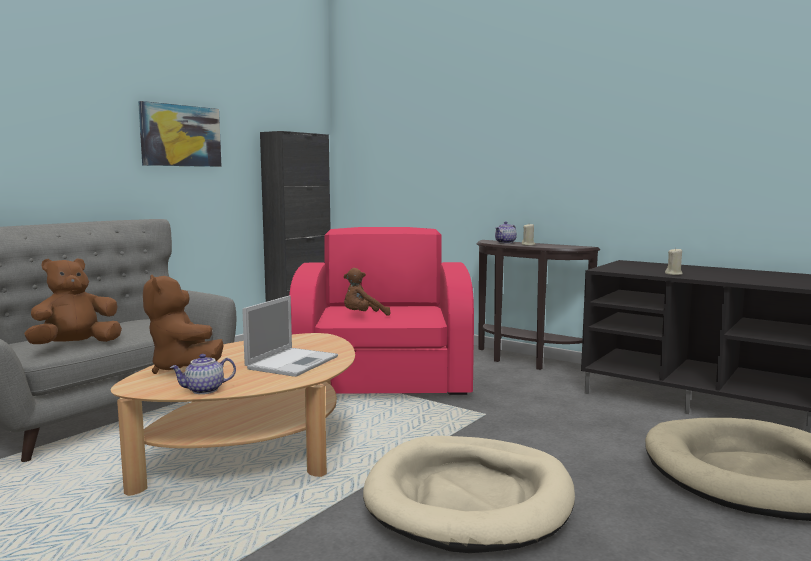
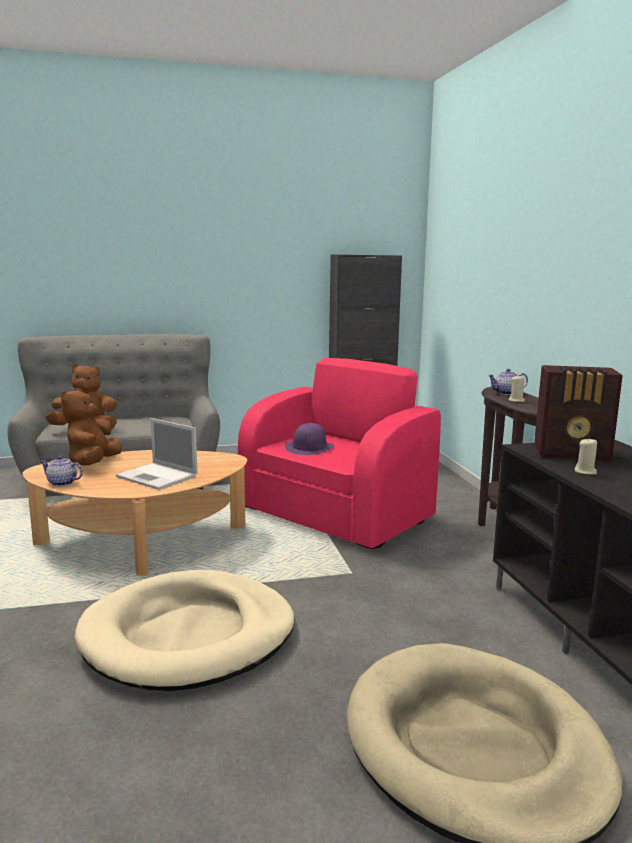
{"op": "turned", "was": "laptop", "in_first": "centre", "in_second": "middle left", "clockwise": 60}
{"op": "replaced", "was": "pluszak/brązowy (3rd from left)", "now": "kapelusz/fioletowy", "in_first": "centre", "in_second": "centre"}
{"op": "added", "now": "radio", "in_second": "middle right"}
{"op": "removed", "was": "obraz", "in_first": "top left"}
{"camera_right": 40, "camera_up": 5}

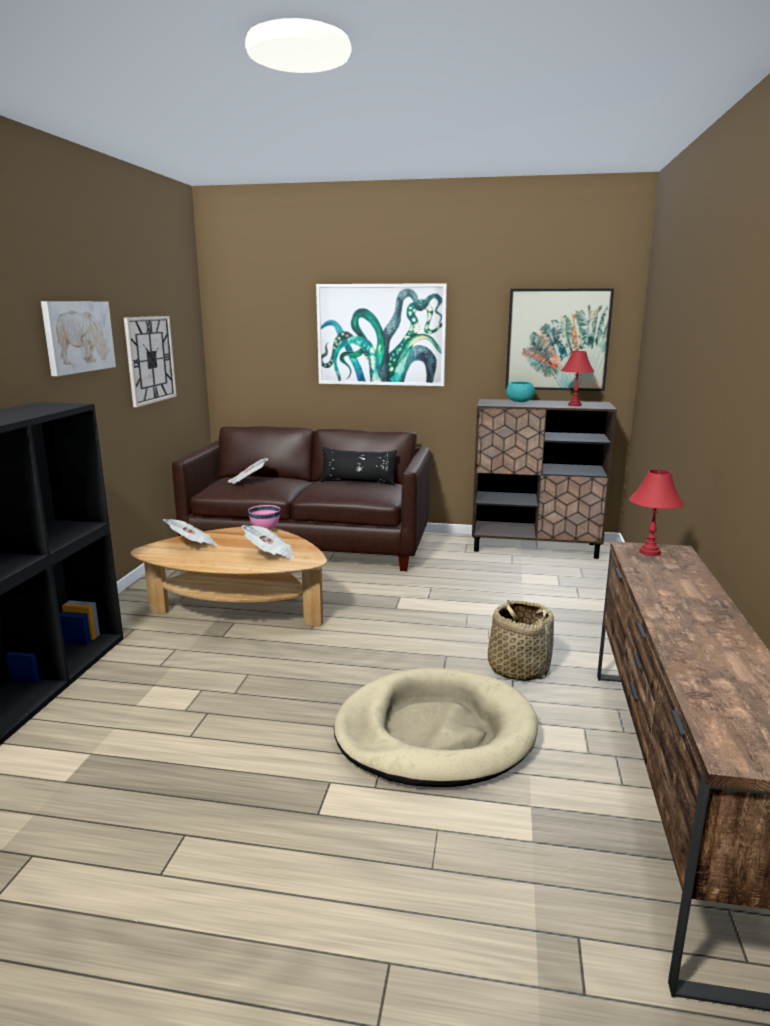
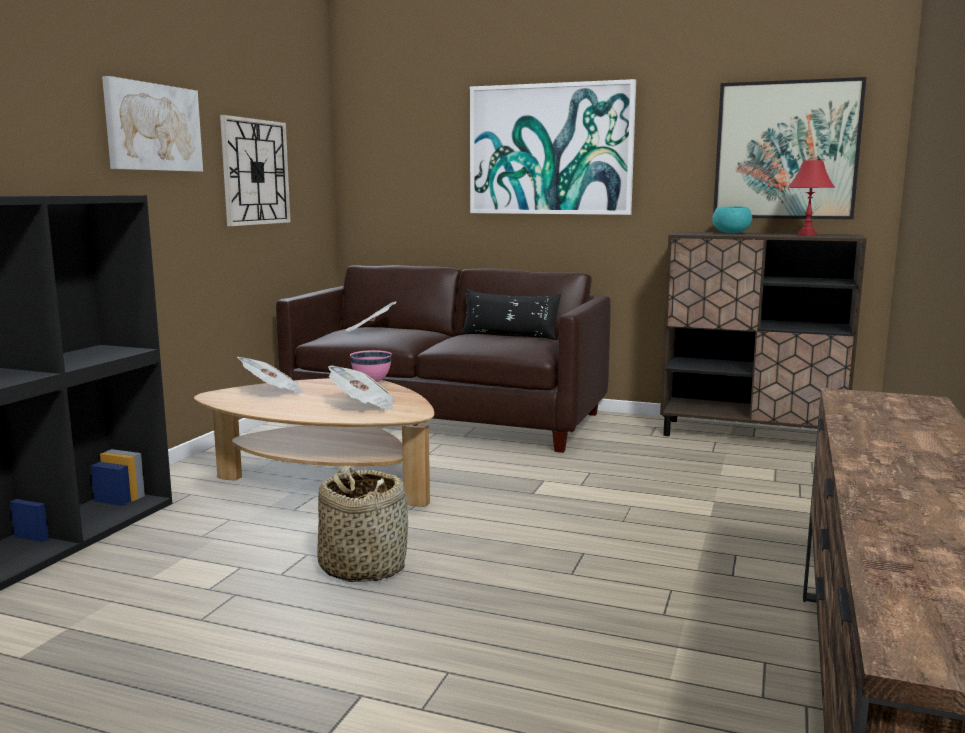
{"op": "moved", "was": "koszyk", "in_first": "middle right", "in_second": "bottom centre"}
{"op": "removed", "was": "legowisko/beżowy", "in_first": "bottom centre"}
{"op": "removed", "was": "lampa stołowa/czerwony (2nd from left)", "in_first": "middle right"}
{"camera_right": 10, "camera_up": -5}

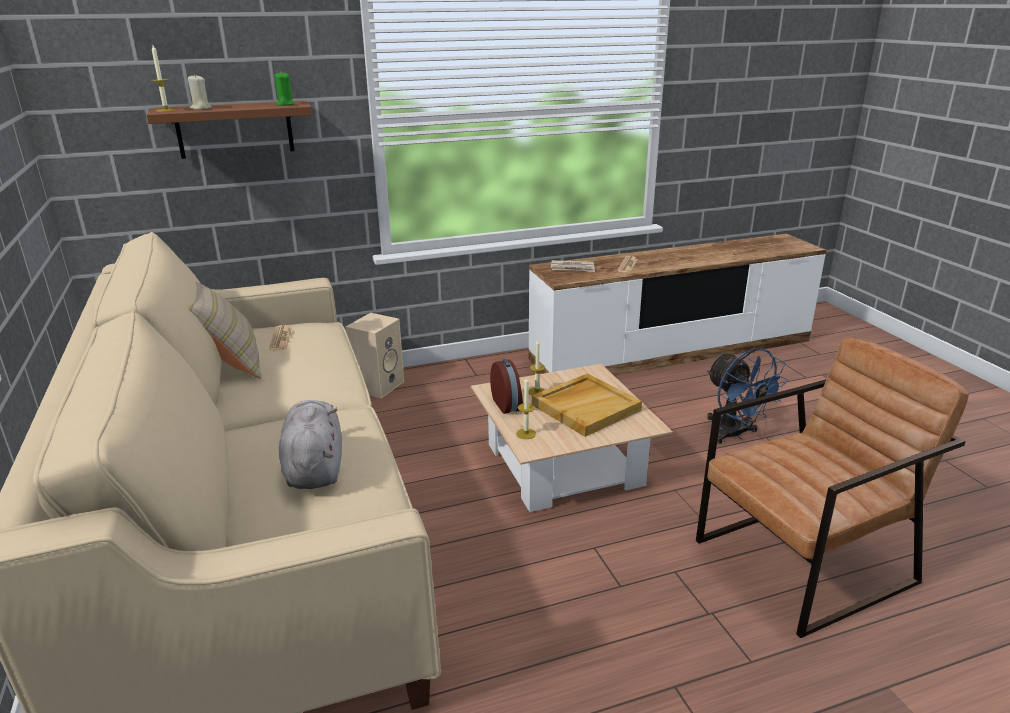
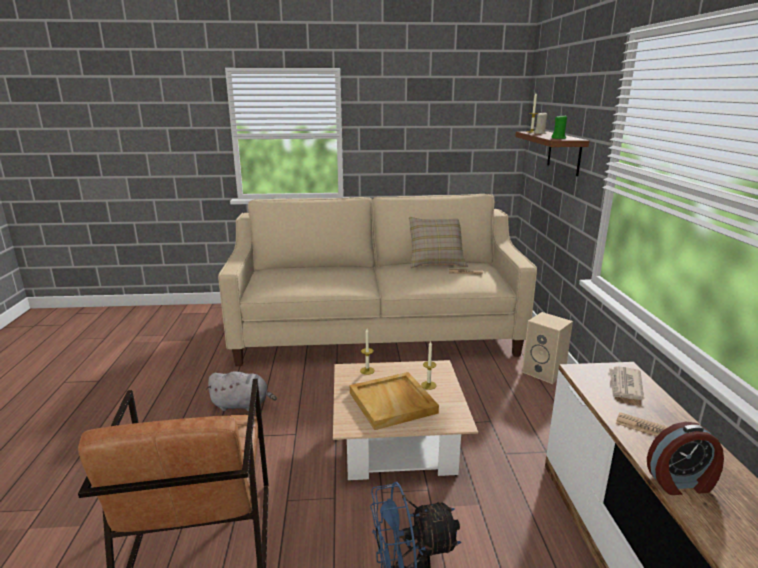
{"op": "moved", "was": "pluszak/szary", "in_first": "middle left", "in_second": "bottom left"}
{"op": "moved", "was": "budzik", "in_first": "centre", "in_second": "bottom right"}
{"camera_right": 105, "camera_up": -5}

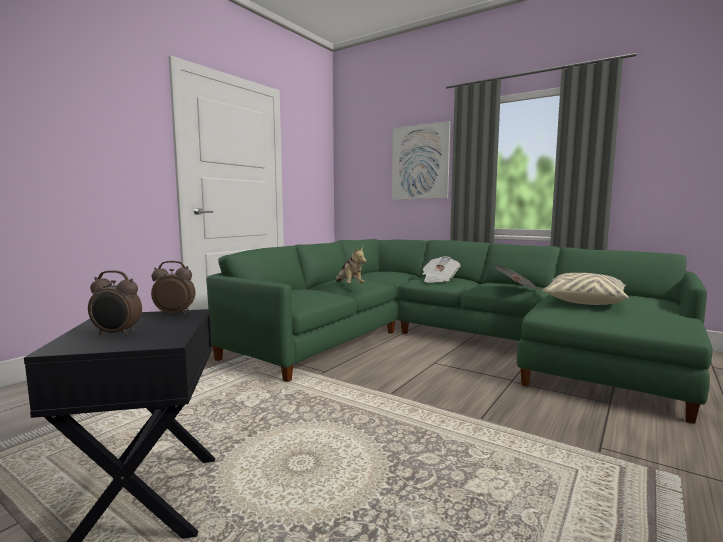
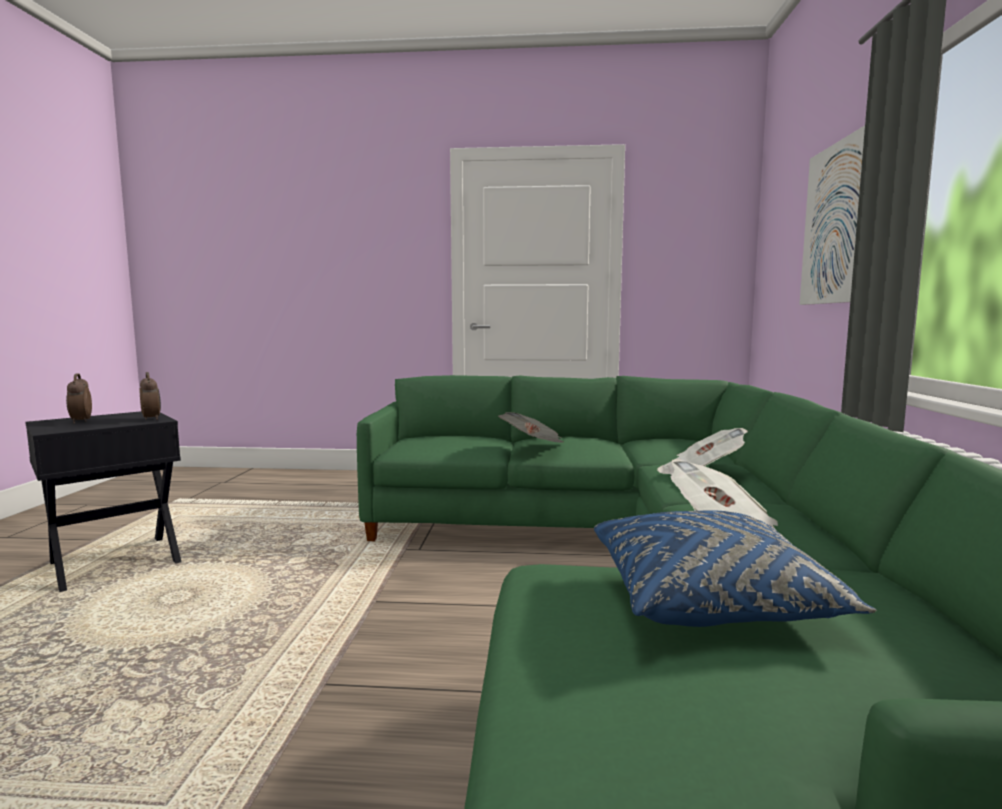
{"op": "replaced", "was": "pluszak", "now": "gazeta (1st from left)", "in_first": "centre", "in_second": "centre"}
{"op": "recoloured", "was": "poduszka/beżowy", "now": "poduszka/niebieski", "in_first": "middle right", "in_second": "bottom right"}
{"camera_right": 60, "camera_up": 0}

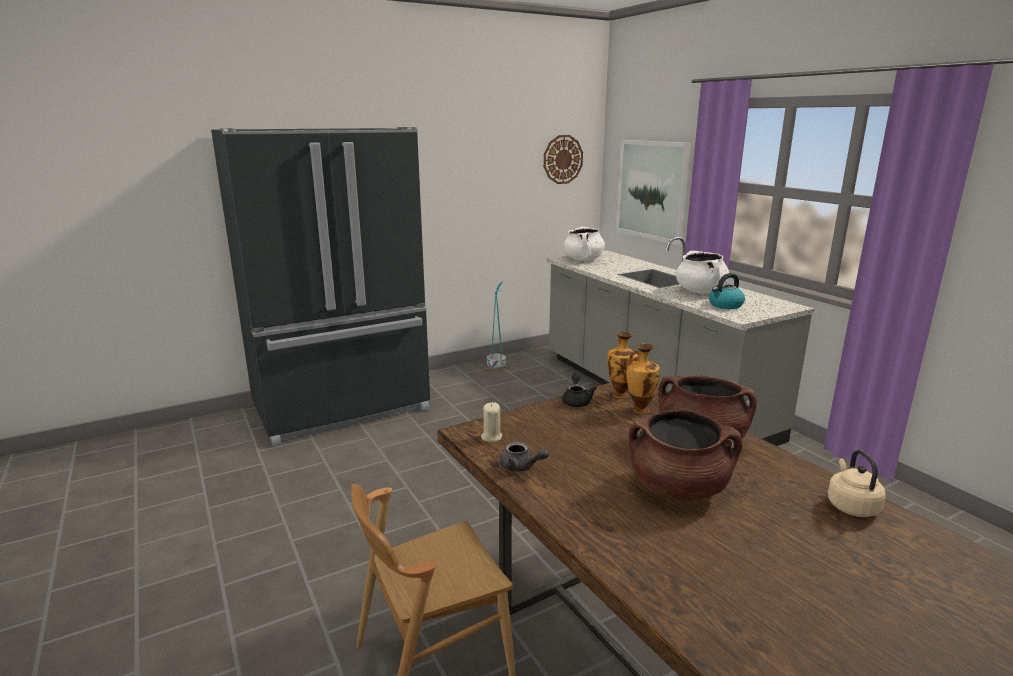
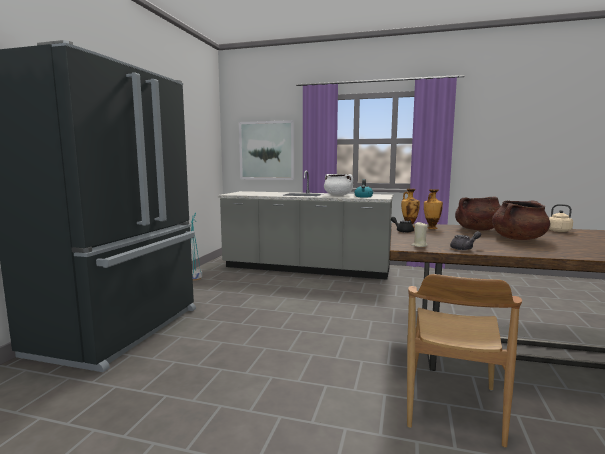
{"op": "removed", "was": "zegar ścienny", "in_first": "top centre"}
{"op": "removed", "was": "garnek/biały (1st from left)", "in_first": "centre"}
{"camera_right": -45, "camera_up": -10}

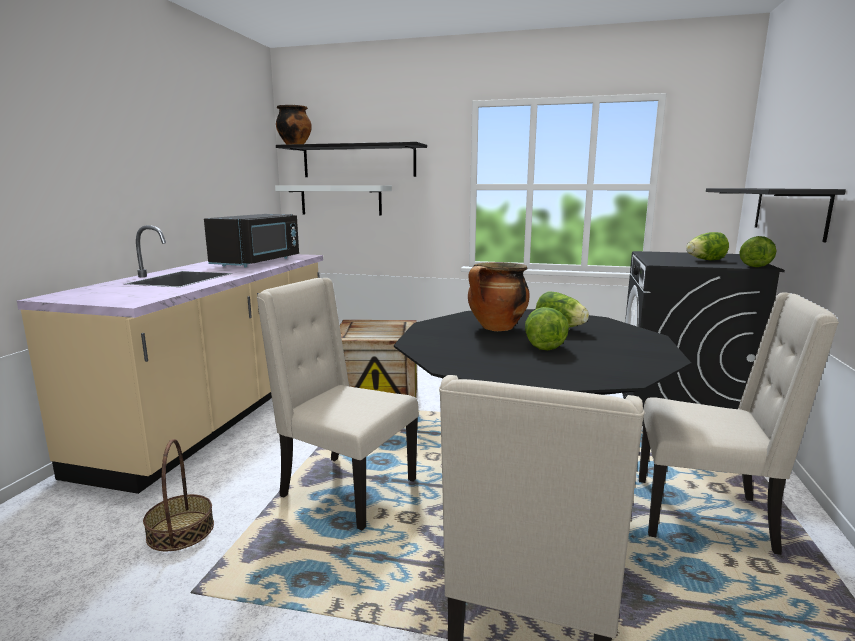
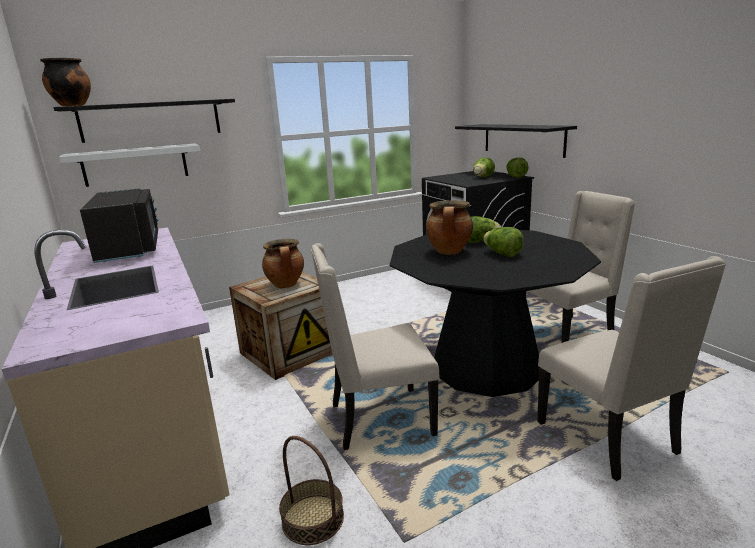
{"op": "added", "now": "garnek (2nd from left)", "in_second": "centre"}
{"camera_right": -40, "camera_up": 5}

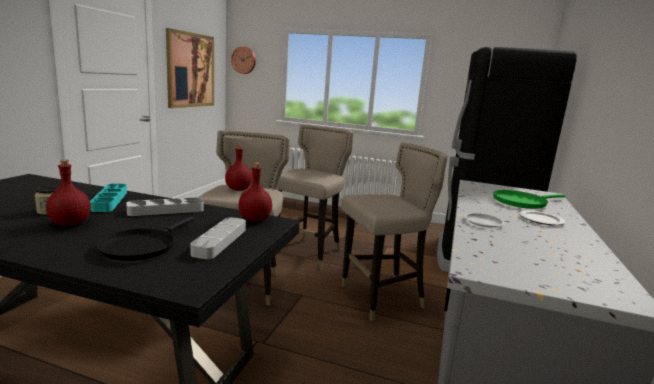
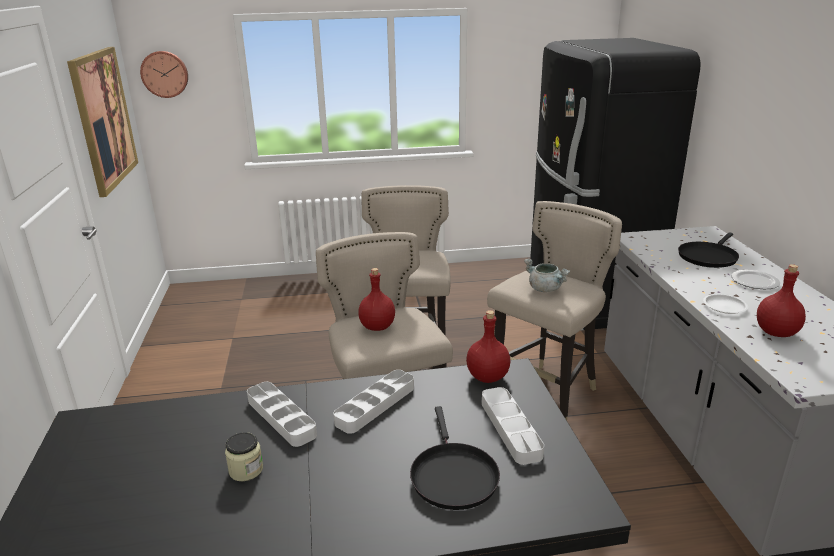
{"op": "recoloured", "was": "taca/turkusowy", "now": "taca/szary (1st from left)", "in_first": "middle left", "in_second": "bottom centre"}
{"op": "added", "now": "garnek/szary", "in_second": "centre"}
{"op": "recoloured", "was": "patelnia/zielony", "now": "patelnia/czarny (2nd from left)", "in_first": "middle right", "in_second": "middle right"}
{"op": "moved", "was": "butelka/czerwony (1st from left in the first image)", "now": "butelka/czerwony (3rd from left)", "in_first": "middle left", "in_second": "middle right"}
{"camera_right": -25, "camera_up": 10}

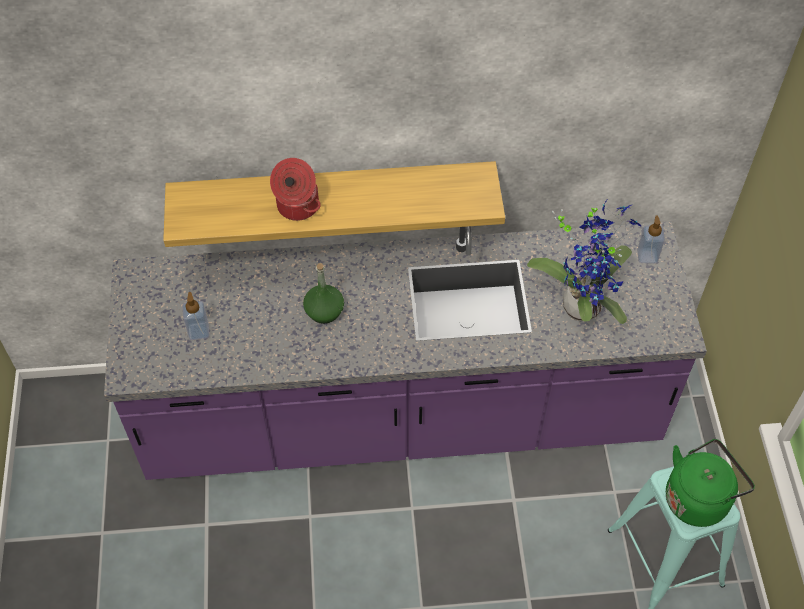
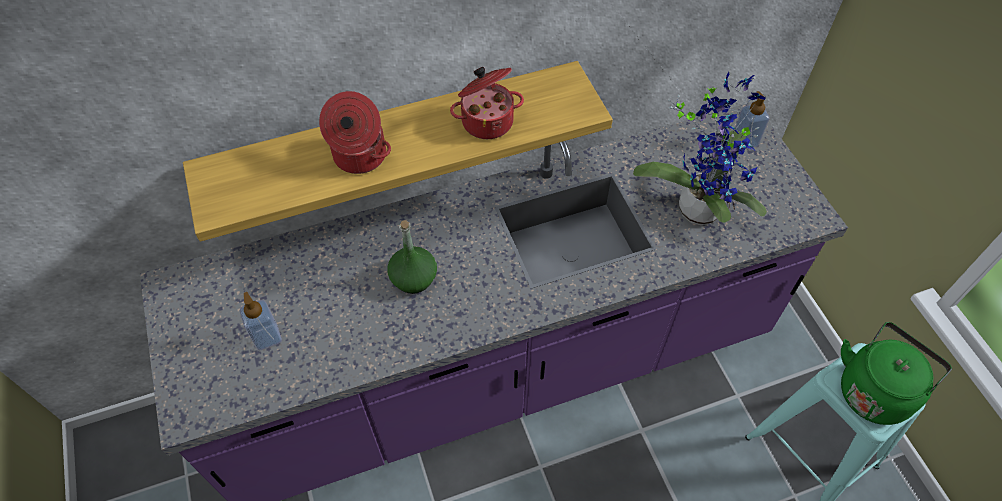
{"op": "added", "now": "garnek (2nd from left)", "in_second": "top centre"}
{"camera_right": -15, "camera_up": 0}

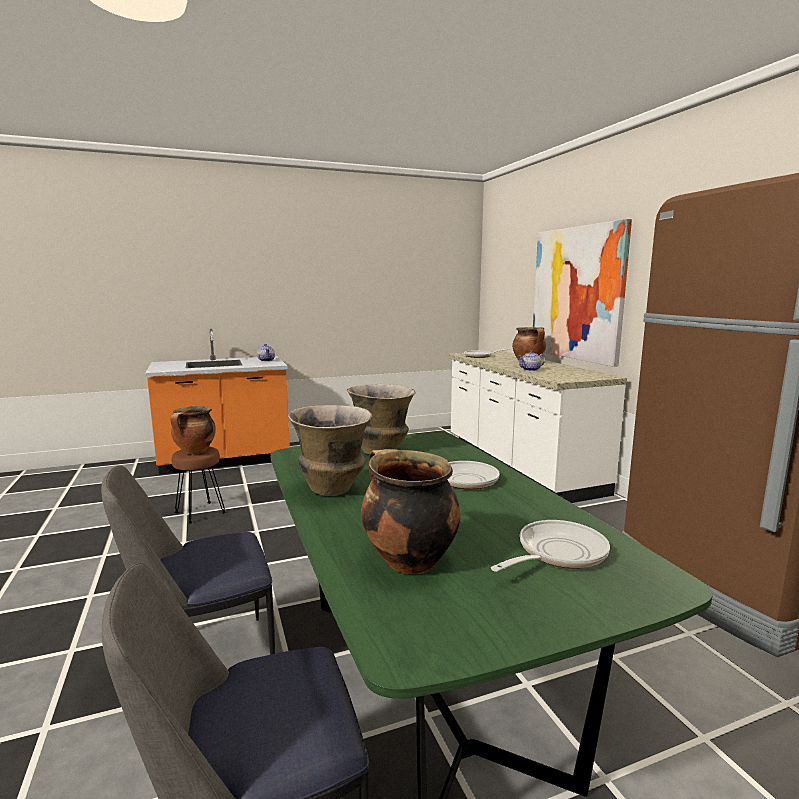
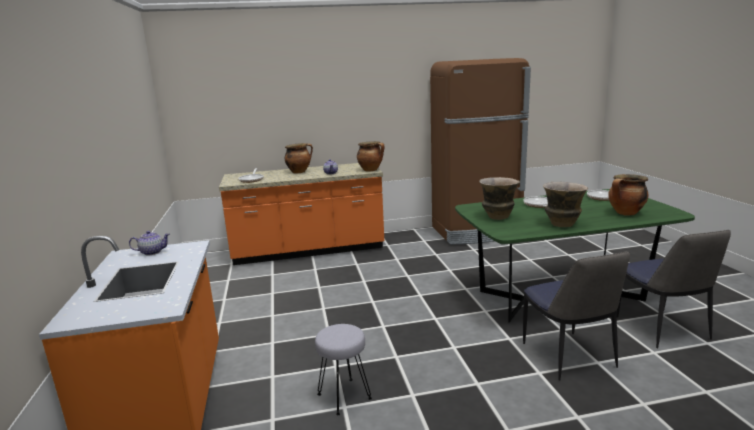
{"op": "recoloured", "was": "zabudowa kuchenna/biały", "now": "zabudowa kuchenna/pomarańczowy (2nd from left)", "in_first": "middle right", "in_second": "centre"}
{"op": "recoloured", "was": "stołek/brązowy", "now": "stołek/szary", "in_first": "middle left", "in_second": "bottom centre"}
{"op": "moved", "was": "garnek (1st from left in the first image)", "now": "garnek (2nd from left)", "in_first": "middle left", "in_second": "centre"}
{"op": "removed", "was": "obraz", "in_first": "middle right"}
{"camera_right": -80, "camera_up": 5}

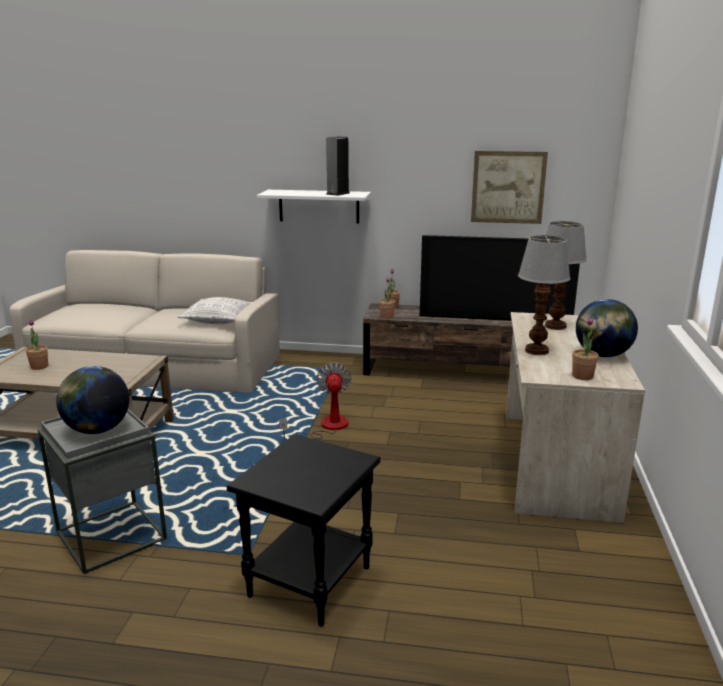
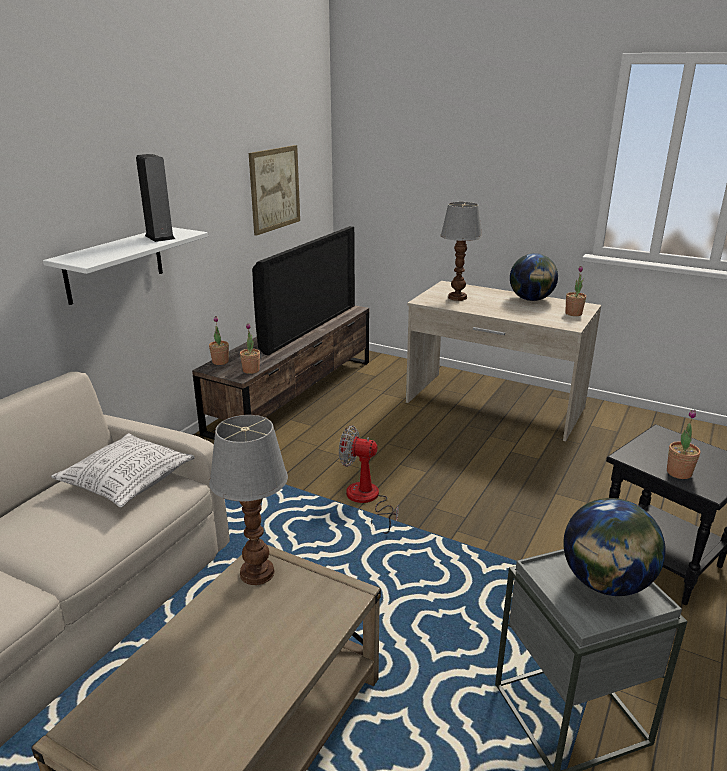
{"op": "moved", "was": "lampa stołowa (1st from left)", "in_first": "middle right", "in_second": "centre"}
{"op": "moved", "was": "roślina doniczkowa (1st from left in the first image)", "now": "roślina doniczkowa (4th from left)", "in_first": "middle left", "in_second": "middle right"}
{"camera_right": -70, "camera_up": 5}

